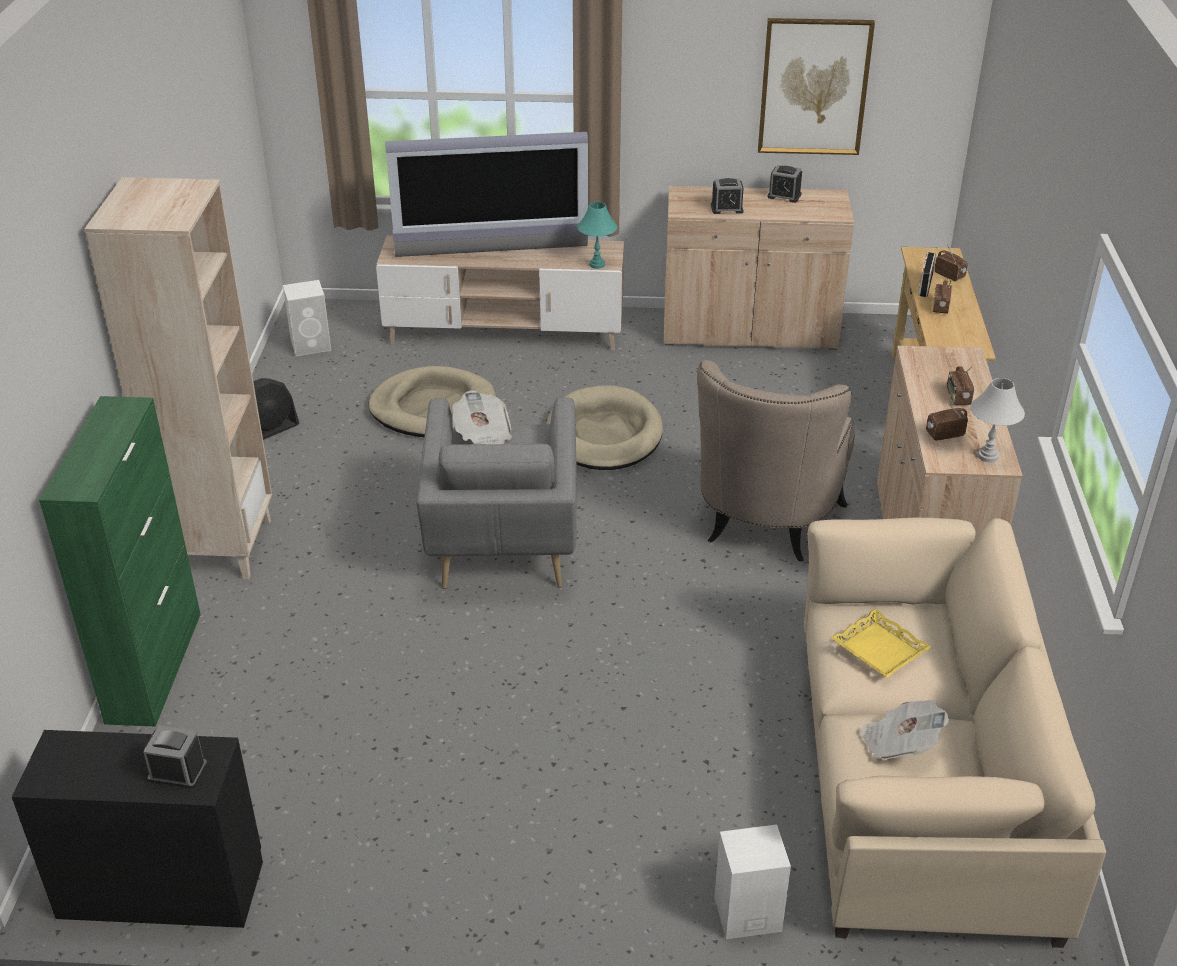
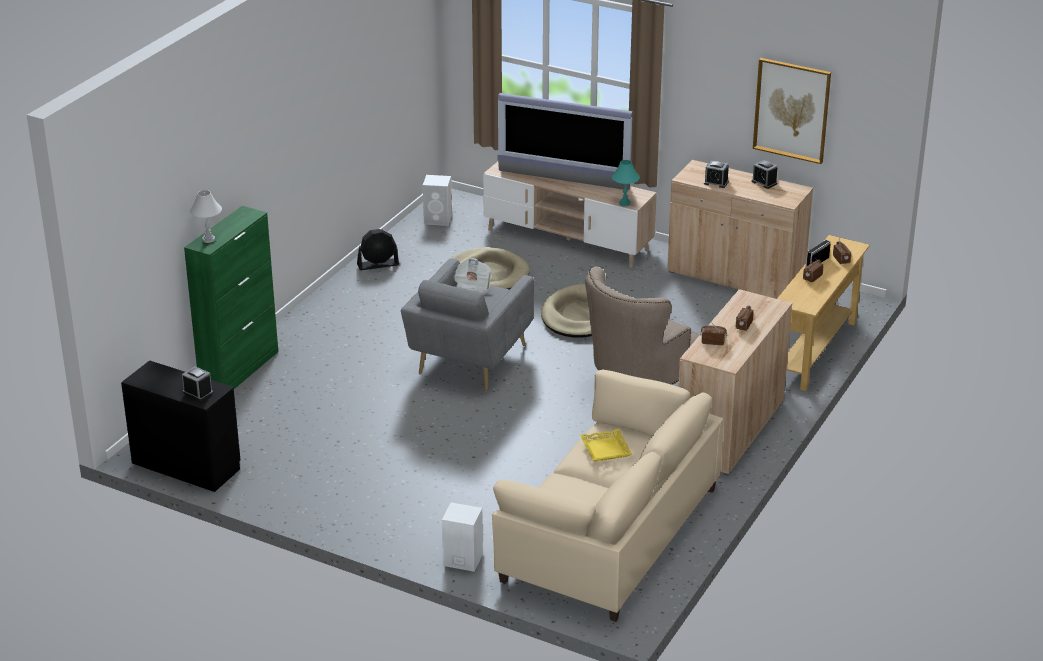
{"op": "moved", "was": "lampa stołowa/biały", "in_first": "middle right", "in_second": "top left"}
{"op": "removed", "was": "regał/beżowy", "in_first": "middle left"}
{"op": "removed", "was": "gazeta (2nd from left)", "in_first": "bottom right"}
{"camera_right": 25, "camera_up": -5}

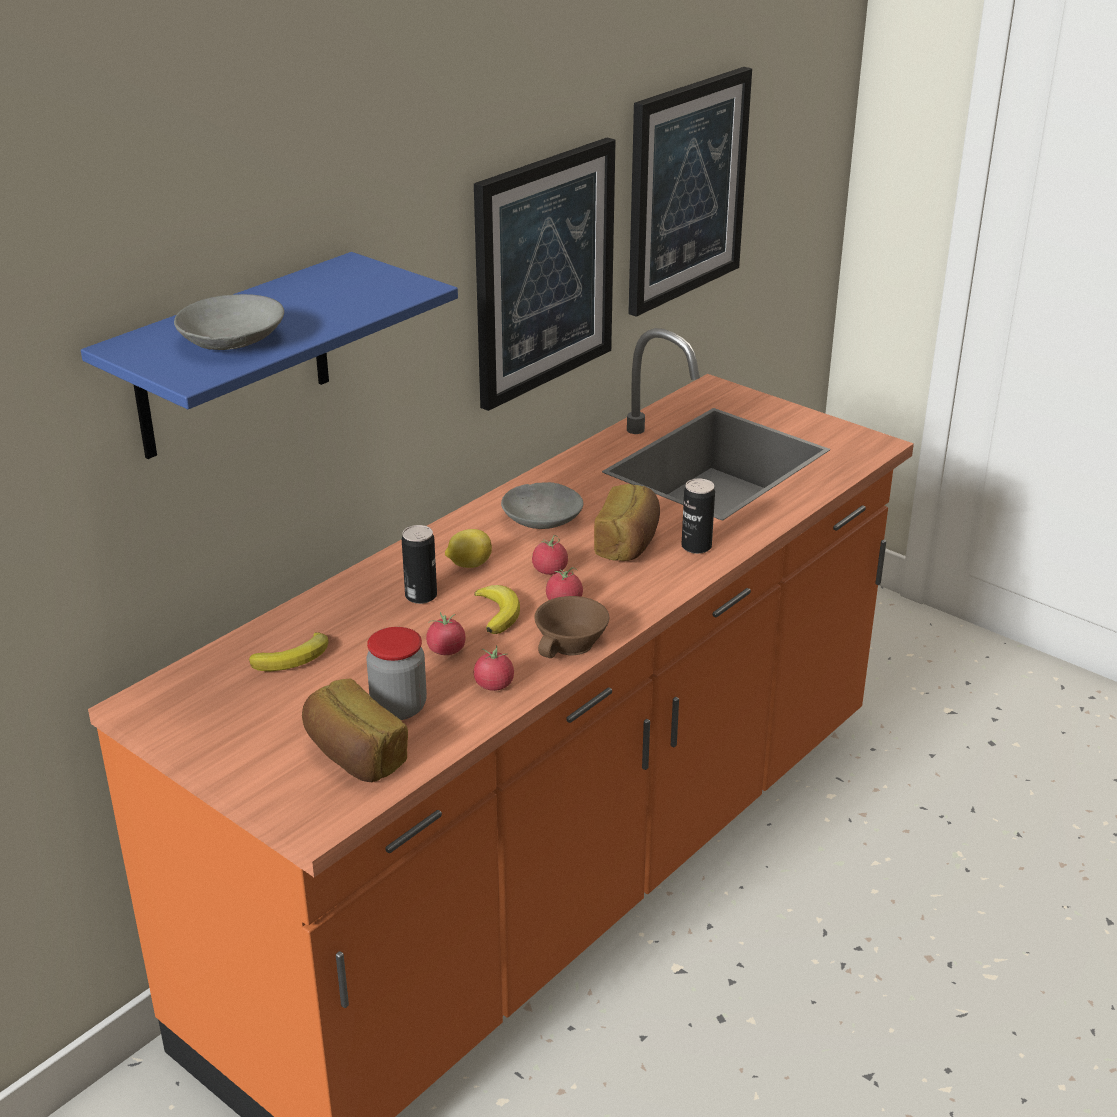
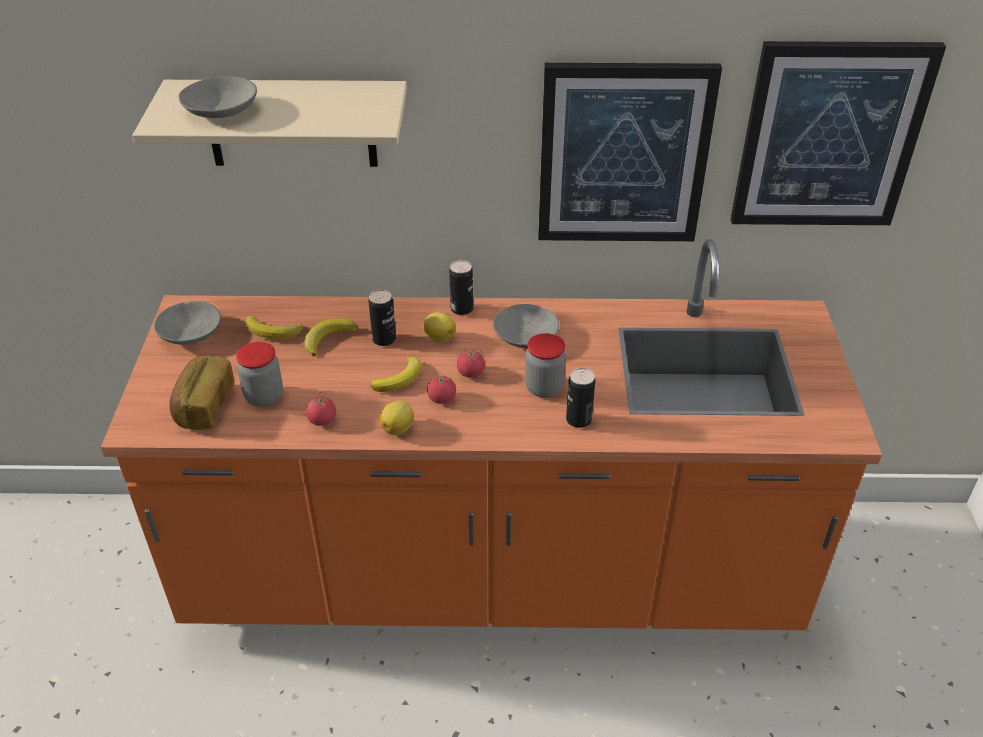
{"op": "recoloured", "was": "półka/niebieski", "now": "półka/beżowy", "in_first": "top left", "in_second": "top left"}
{"op": "added", "now": "miska/szary (1st from left)", "in_second": "middle left"}
{"op": "added", "now": "banan (2nd from left)", "in_second": "centre"}
{"op": "replaced", "was": "filiżanka/brązowy", "now": "cytryna (1st from left)", "in_first": "centre", "in_second": "centre"}
{"op": "added", "now": "puszka (2nd from left)", "in_second": "centre"}
{"op": "replaced", "was": "chleb (2nd from left)", "now": "słoik (2nd from left)", "in_first": "centre", "in_second": "centre"}
{"op": "removed", "was": "pomidor (1st from left)", "in_first": "centre"}
{"camera_right": 50, "camera_up": 10}

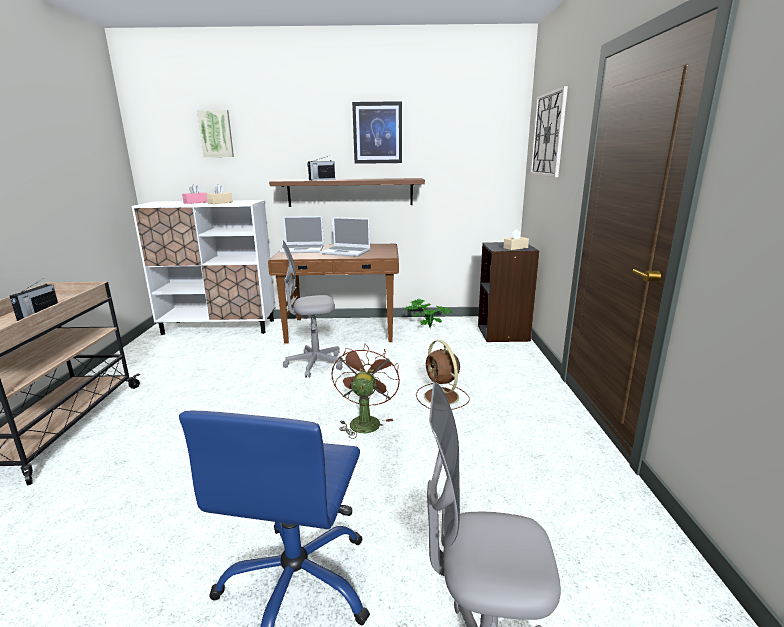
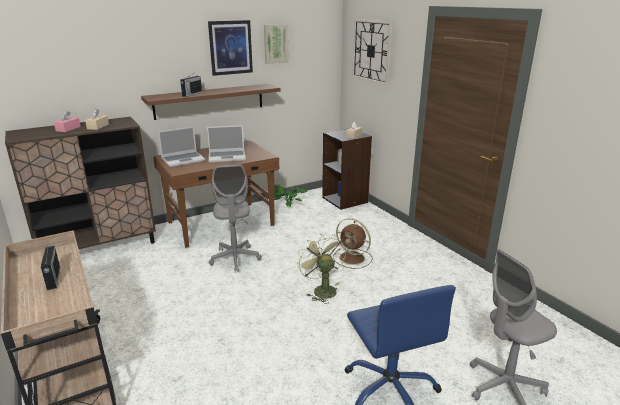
{"op": "recoloured", "was": "szafka/biały", "now": "szafka/brązowy", "in_first": "middle left", "in_second": "middle left"}
{"op": "turned", "was": "krzesło biurowe/szary (1st from left)", "in_first": "centre", "in_second": "centre", "clockwise": -60}
{"op": "moved", "was": "obraz (1st from left in the first image)", "now": "obraz (2nd from left)", "in_first": "top left", "in_second": "top centre"}
{"op": "recoloured", "was": "wentylator/brązowy (1st from left)", "now": "wentylator/zielony", "in_first": "centre", "in_second": "centre"}
{"camera_right": -30, "camera_up": 5}

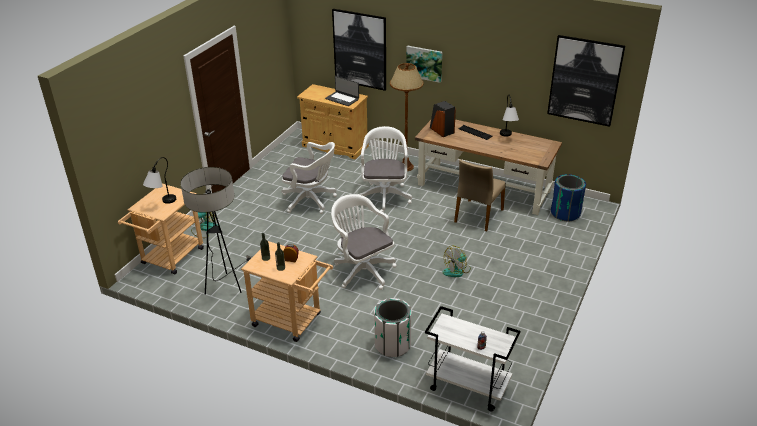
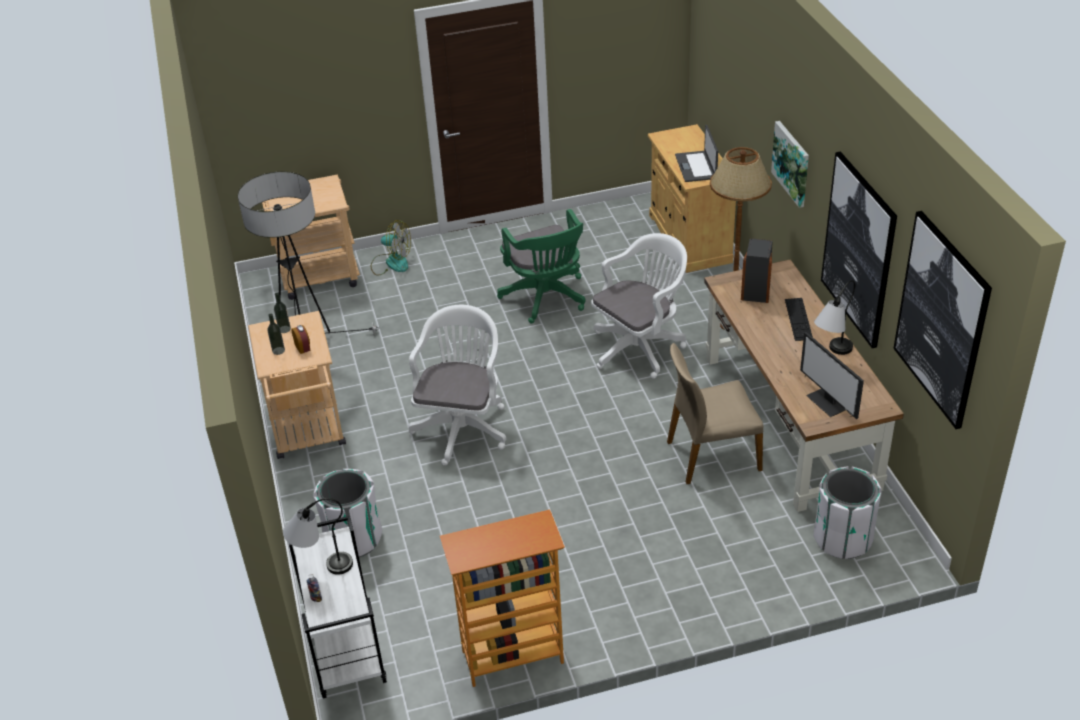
{"op": "moved", "was": "lampa stołowa (1st from left)", "in_first": "middle left", "in_second": "bottom left"}
{"op": "added", "now": "regał", "in_second": "bottom centre"}
{"op": "recoloured", "was": "krzesło biurowe/biały (1st from left)", "now": "krzesło biurowe/zielony", "in_first": "centre", "in_second": "centre"}
{"op": "added", "now": "monitor", "in_second": "middle right"}
{"op": "recoloured", "was": "kosz na śmieci/niebieski", "now": "kosz na śmieci/biały (2nd from left)", "in_first": "middle right", "in_second": "bottom right"}
{"op": "moved", "was": "obraz (1st from left in the first image)", "now": "obraz (2nd from left)", "in_first": "top centre", "in_second": "middle right"}
{"op": "removed", "was": "wentylator (2nd from left)", "in_first": "centre"}
{"camera_right": 50, "camera_up": 5}

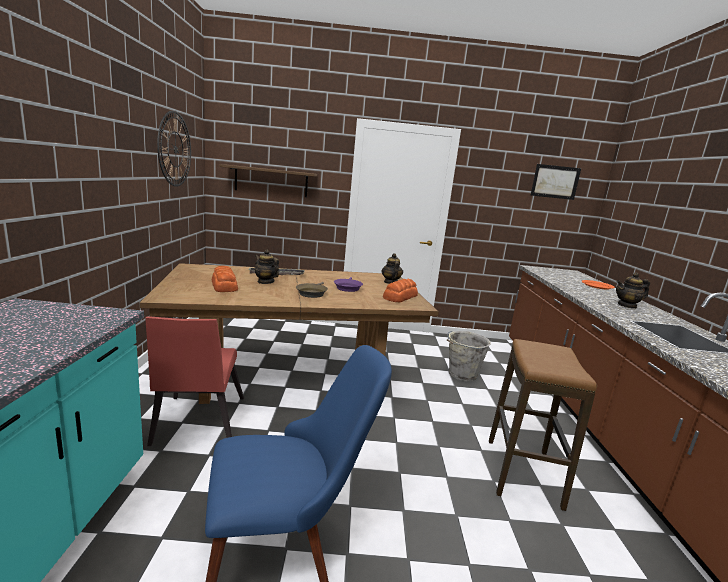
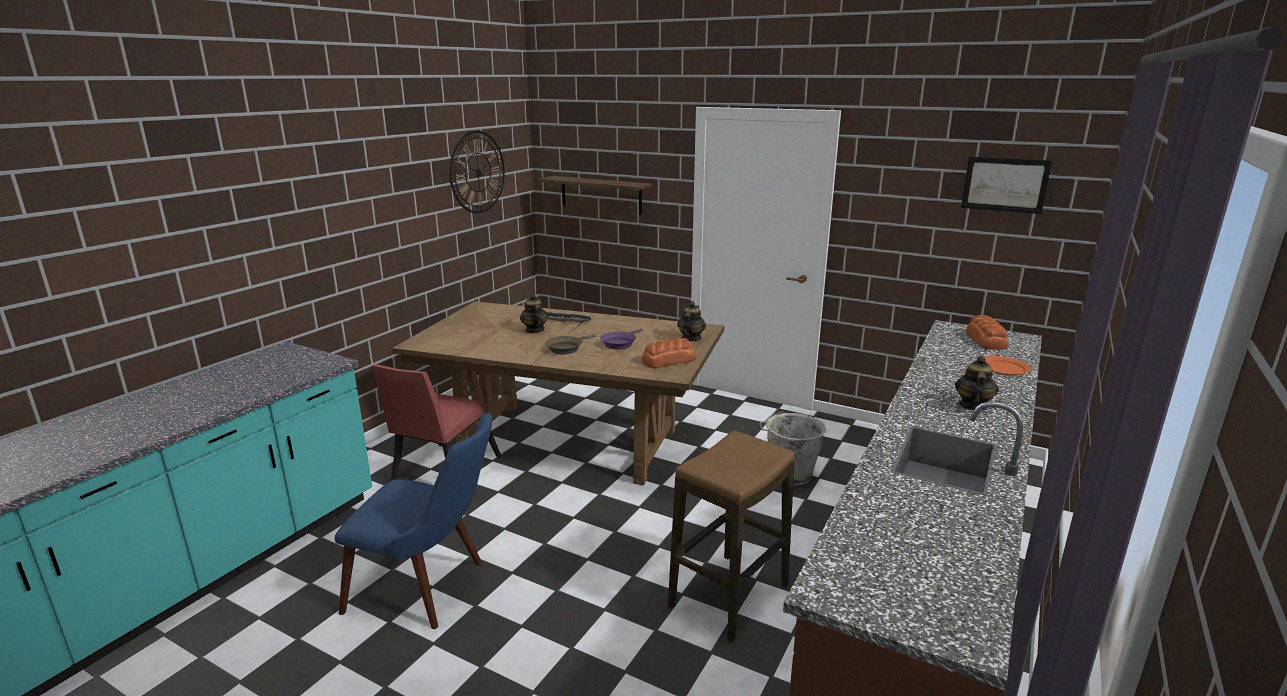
{"op": "turned", "was": "imbryk (3rd from left)", "in_first": "middle right", "in_second": "middle right", "clockwise": 90}
{"op": "moved", "was": "chleb (1st from left in the first image)", "now": "chleb (2nd from left)", "in_first": "middle left", "in_second": "middle right"}
{"camera_right": 30, "camera_up": 5}

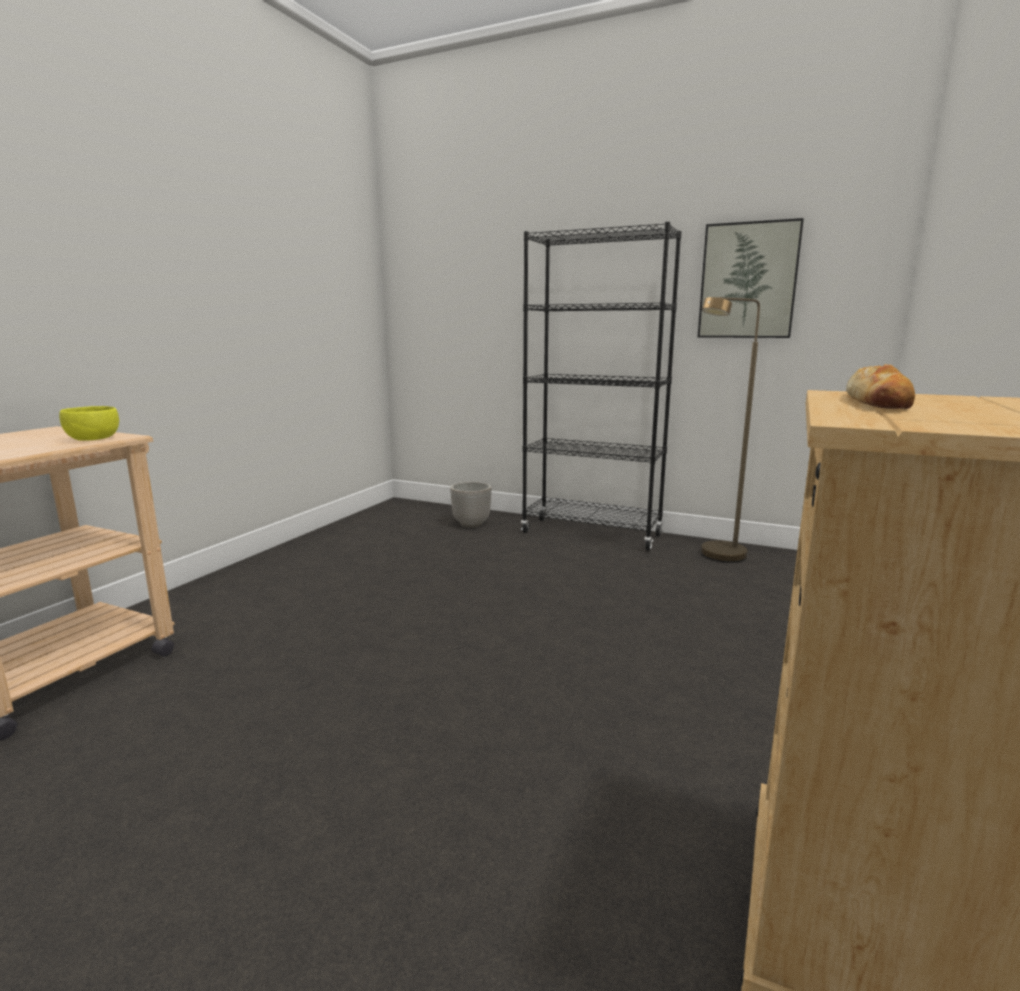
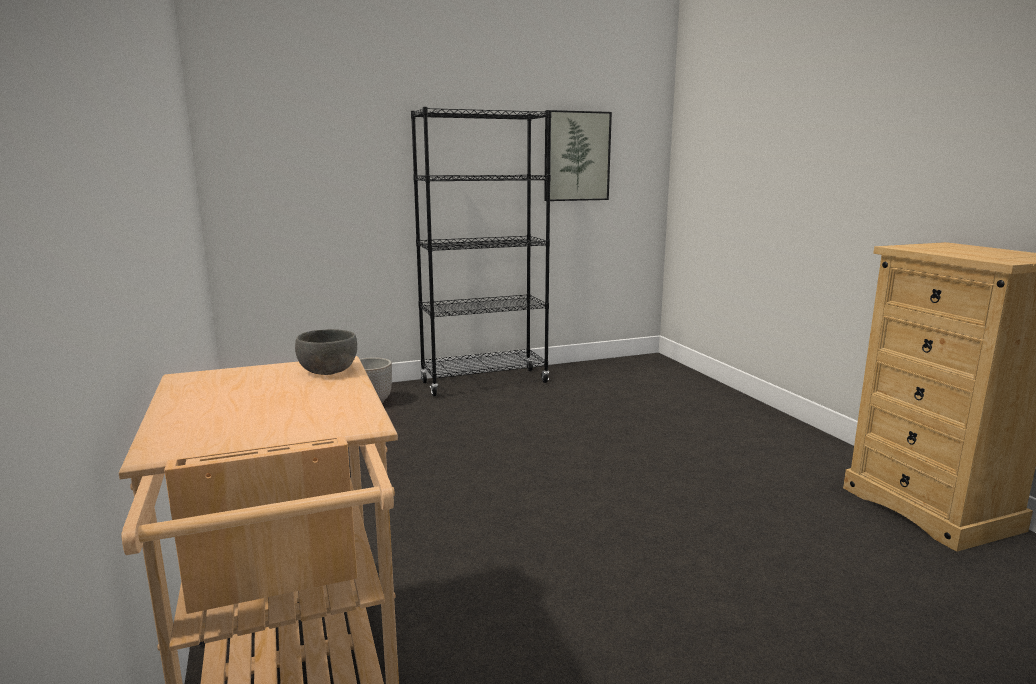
{"op": "recoloured", "was": "miska/żółty", "now": "miska/szary", "in_first": "middle left", "in_second": "middle left"}
{"op": "removed", "was": "lampa stojąca/brązowy", "in_first": "middle right"}
{"op": "removed", "was": "chleb", "in_first": "middle right"}
{"camera_right": -45, "camera_up": 0}

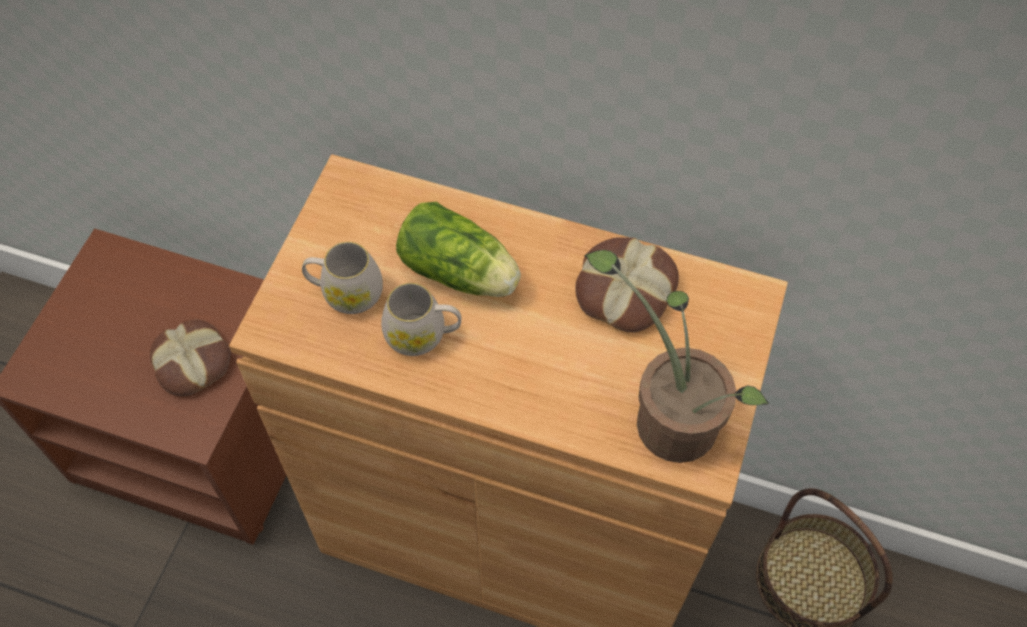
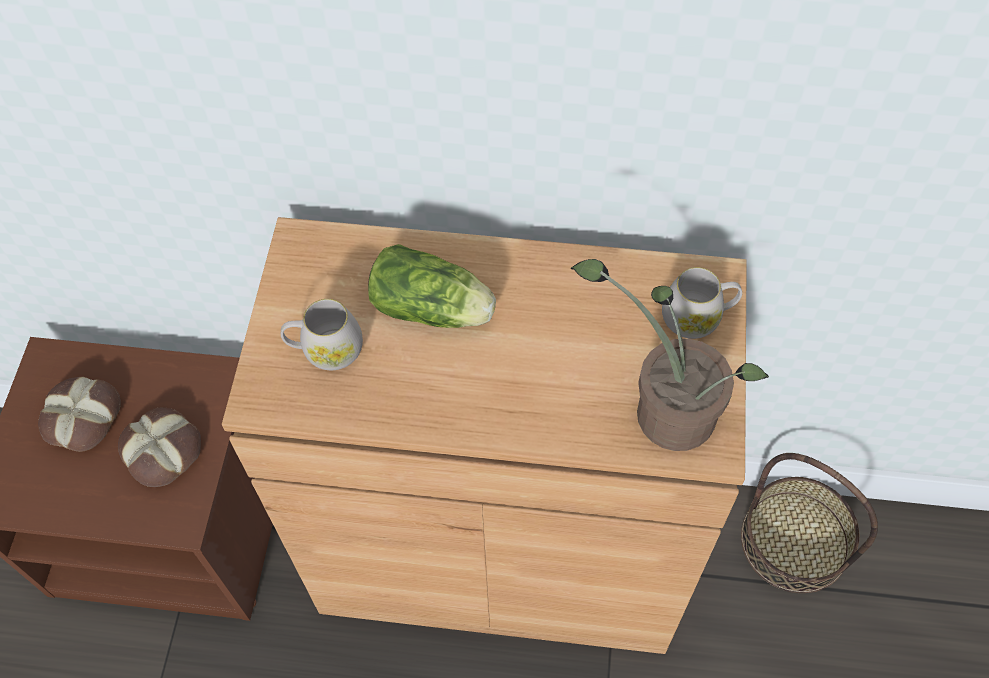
{"op": "moved", "was": "chleb (2nd from left in the first image)", "now": "chleb (1st from left)", "in_first": "centre", "in_second": "middle left"}
{"op": "moved", "was": "kubek/biały (2nd from left)", "in_first": "centre", "in_second": "middle right"}
{"camera_right": -10, "camera_up": 0}

